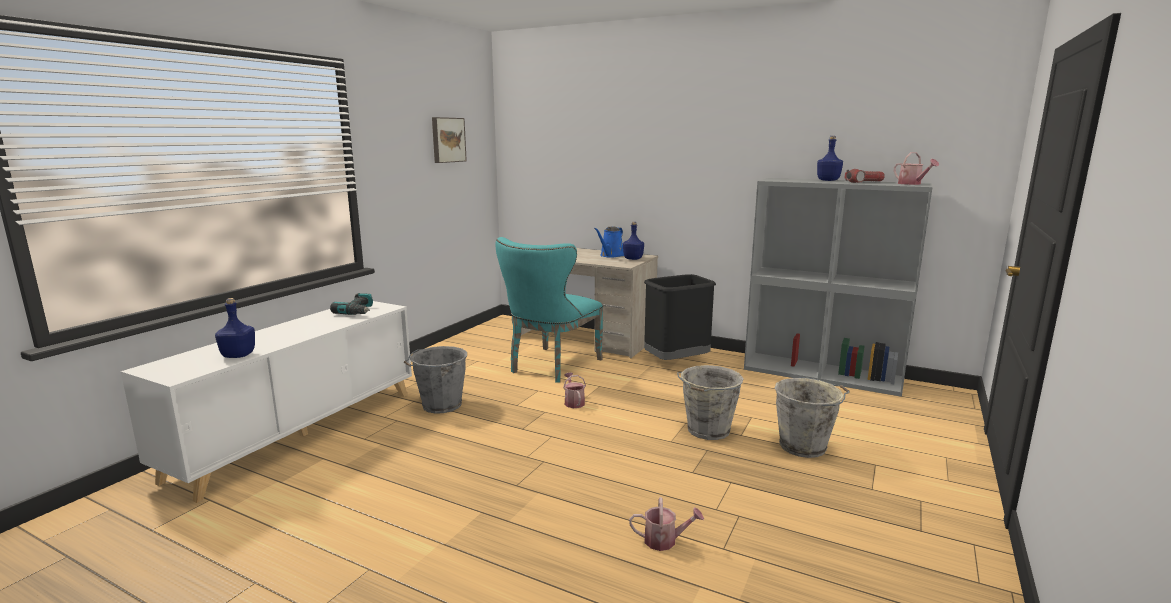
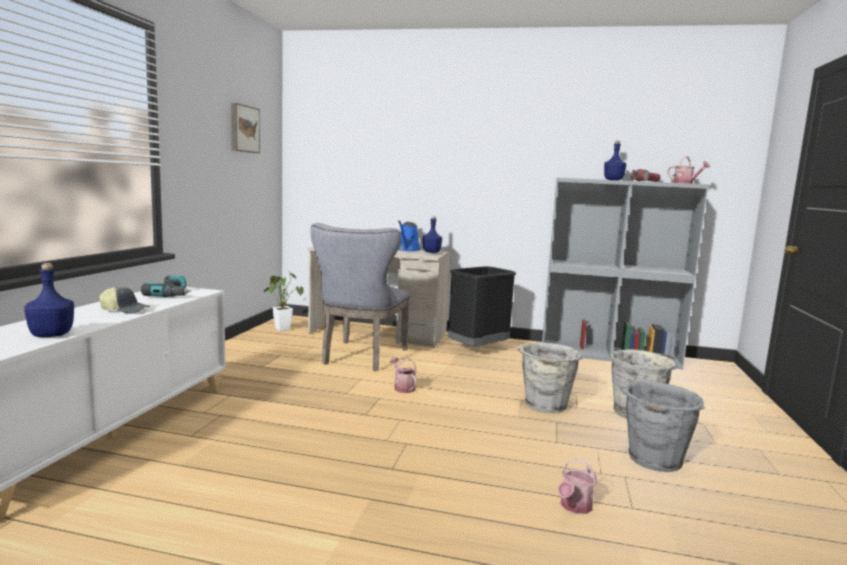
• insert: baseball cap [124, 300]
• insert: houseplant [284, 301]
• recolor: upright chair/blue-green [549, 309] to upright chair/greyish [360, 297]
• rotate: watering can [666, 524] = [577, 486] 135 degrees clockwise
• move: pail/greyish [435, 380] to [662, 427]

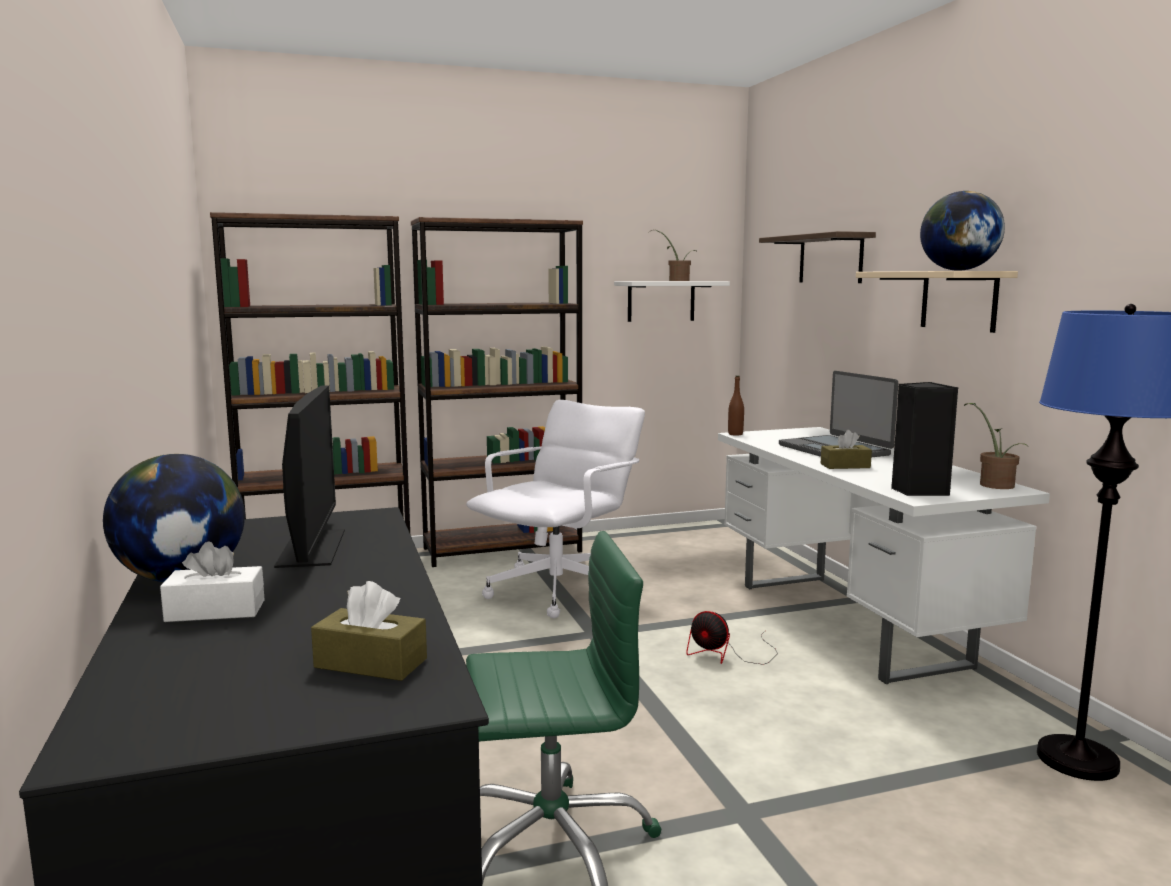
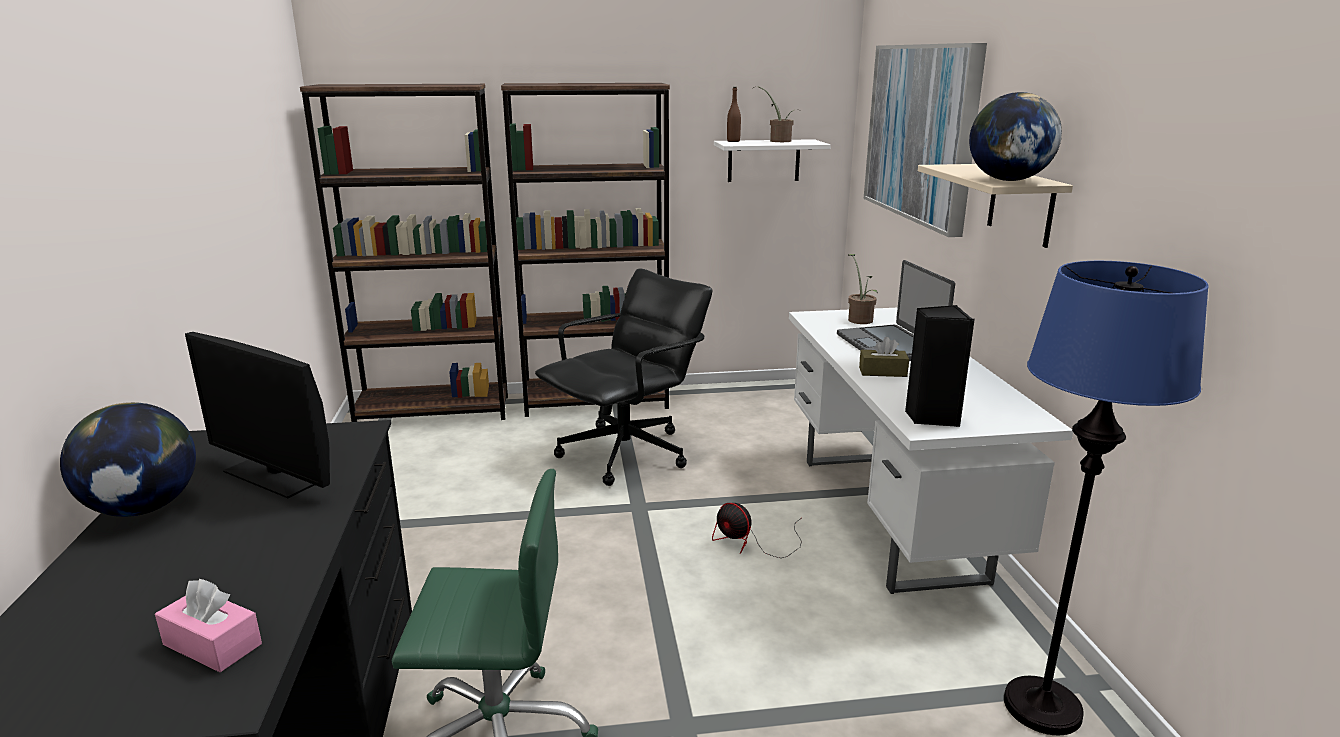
• recolor: box of tissues/brown [369, 631] to box of tissues/pink-coloured [208, 625]
• rotate: computer screen [309, 476] = [257, 415] 120 degrees clockwise
• recolor: office chair/white-coloured [555, 509] to office chair/black-coloured [623, 377]
• move: bottle/brown [736, 405] to [734, 114]
• move: houseplant [996, 446] to [863, 289]
• replace: bracket shelf [817, 257] to wall picture [925, 140]
• delete: box of tissues/white-coloured [212, 582]

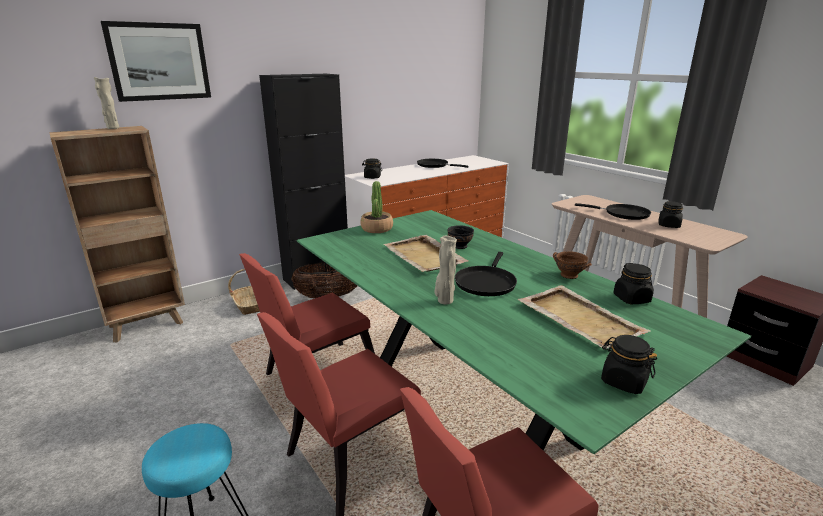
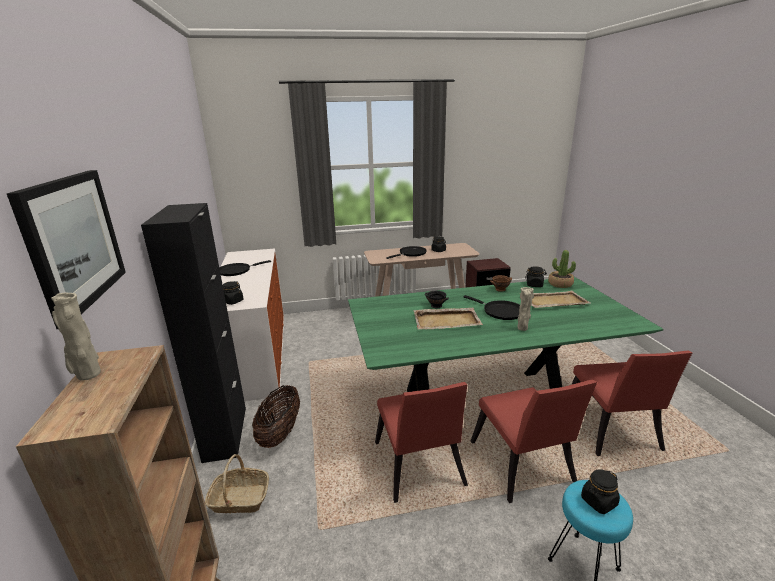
• move: houseplant [376, 207] to [562, 269]
• move: storage jar/black-coloured [629, 364] to [600, 491]

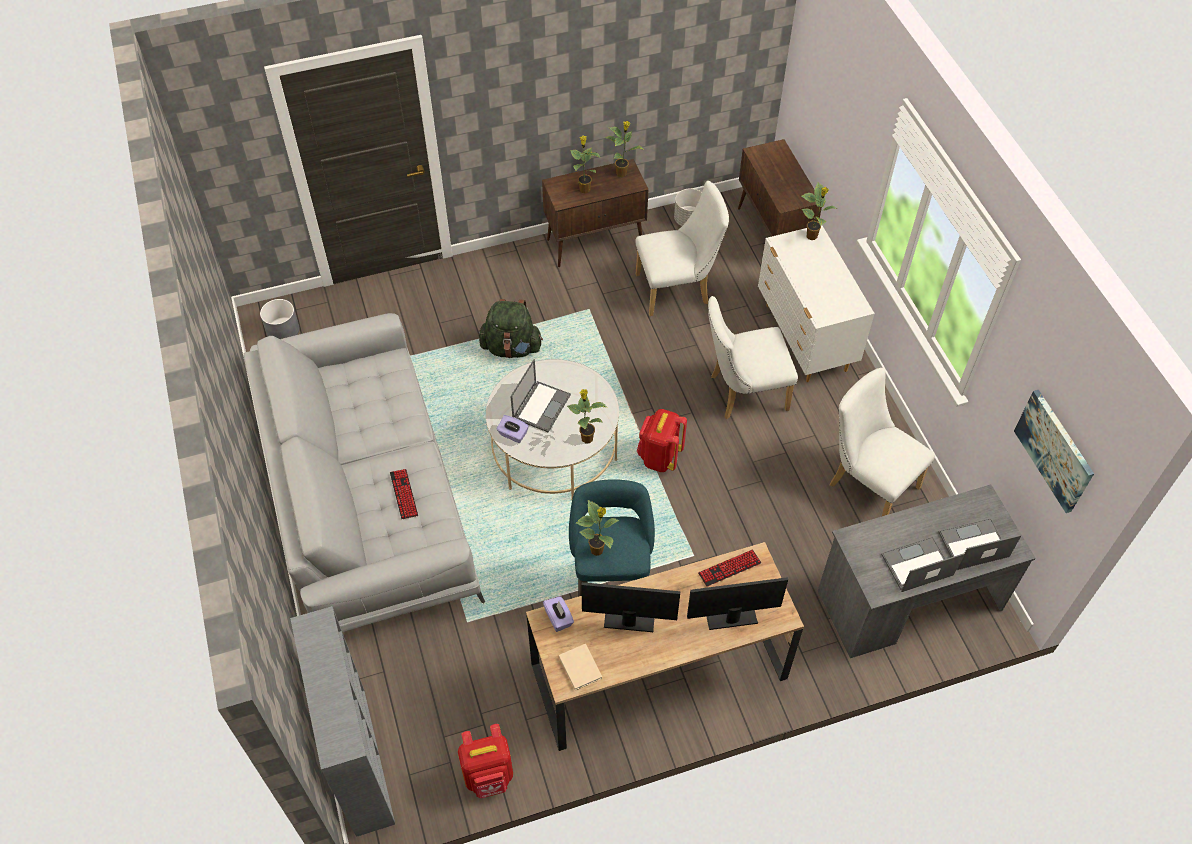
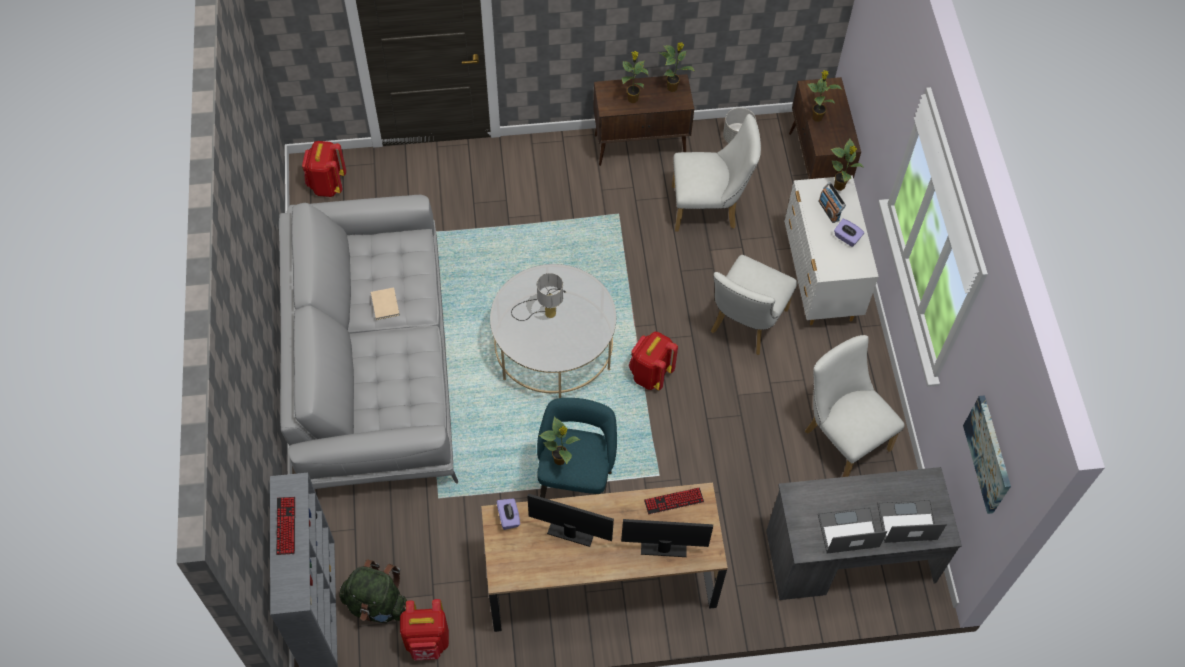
• move: keyboard [404, 494] to [285, 526]
• replace: planter/greyish [279, 319] to rucksack/reddish [324, 169]
• move: rucksack/green-coloured [511, 328] to [373, 591]
• move: bound book/beige-coloured [580, 667] to [385, 304]
• replace: notebook computer [540, 396] to tabletop lamp [539, 297]
• rotate: upright chair/white-coloured [753, 357] = [754, 305] 60 degrees counterclockwise
• move: houseplant [587, 416] to [824, 96]
• insert: radio receiver [832, 202]
• move: box of tissues/purplish [513, 429] to [849, 233]

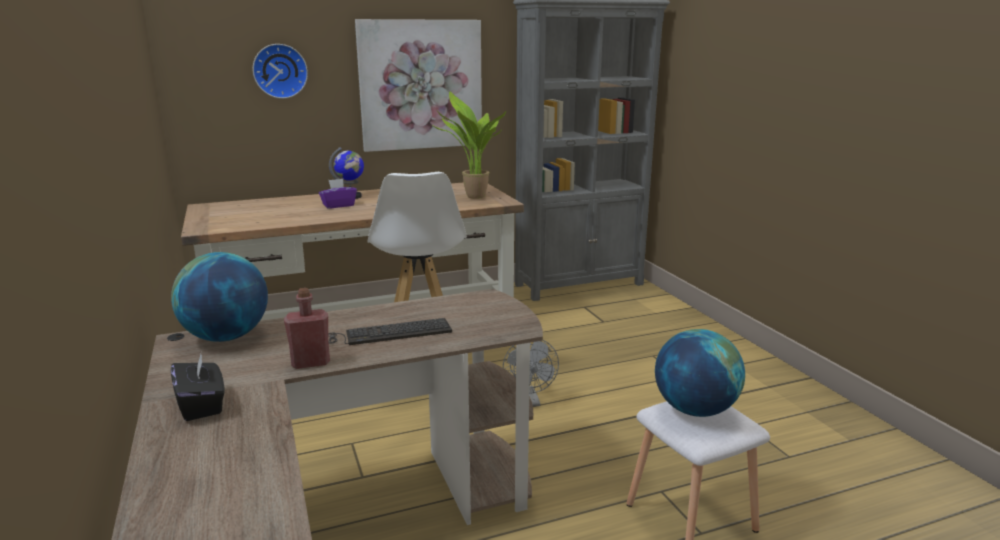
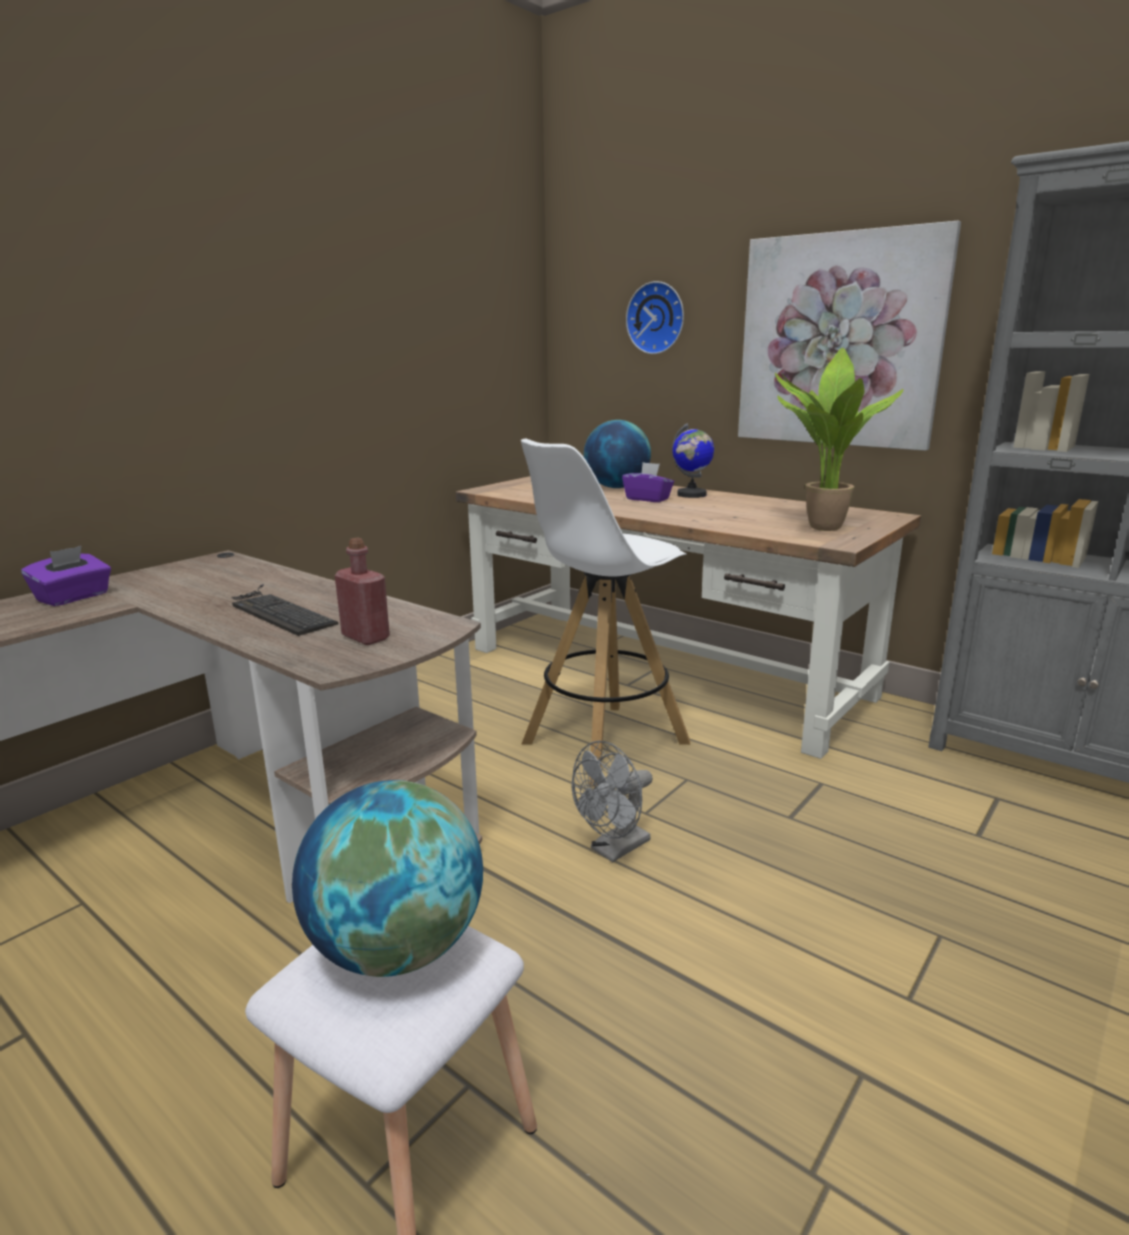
• recolor: box of tissues/black-coloured [197, 385] to box of tissues/purplish [66, 576]
• move: bottle/reddish [307, 328] to [362, 591]
• move: globe [219, 297] to [617, 454]

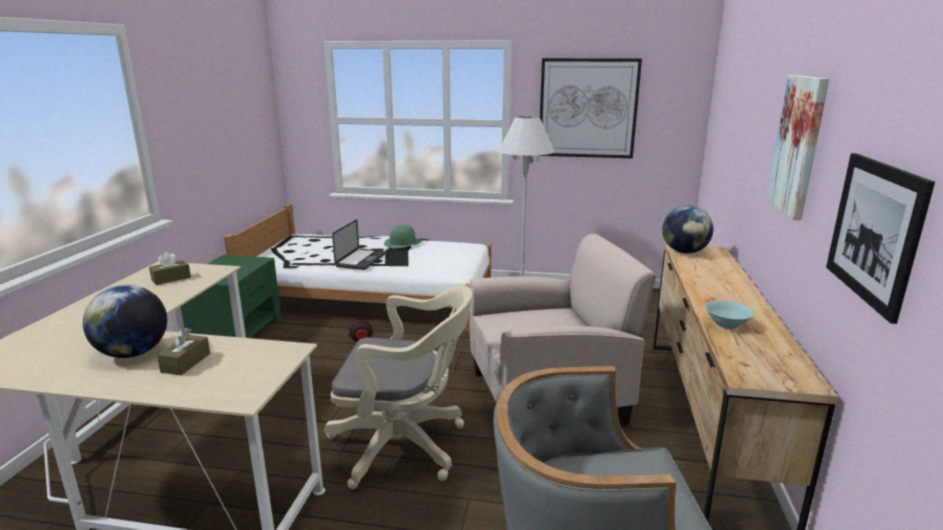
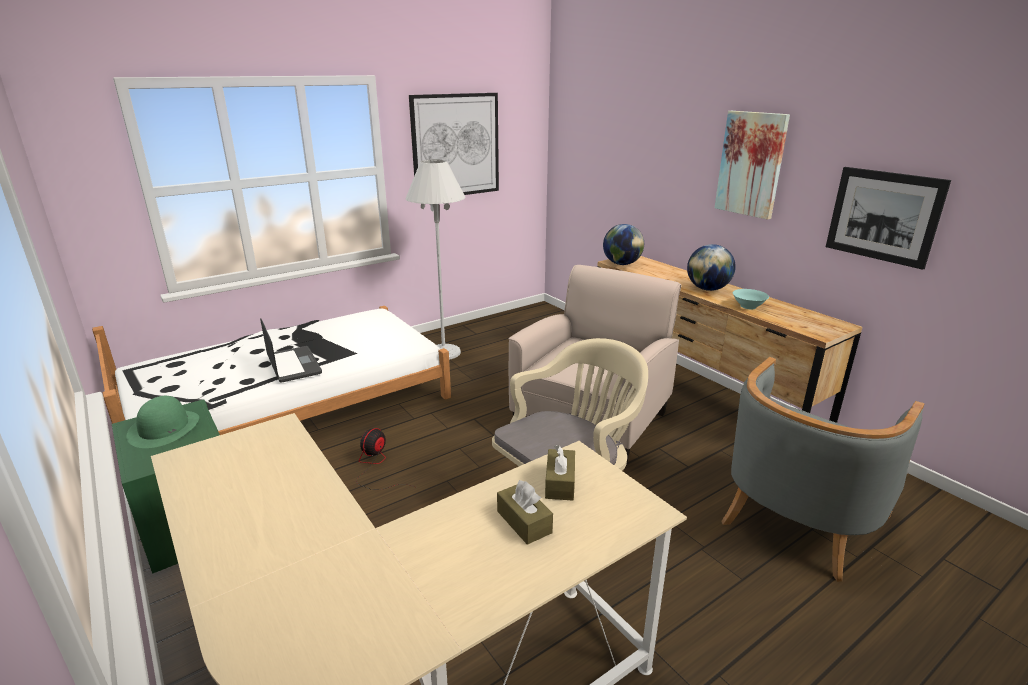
• move: wearable hat/green-coloured [402, 236] to [163, 422]
• move: box of tissues/brown [170, 268] to [560, 472]
• move: globe [125, 321] to [711, 267]

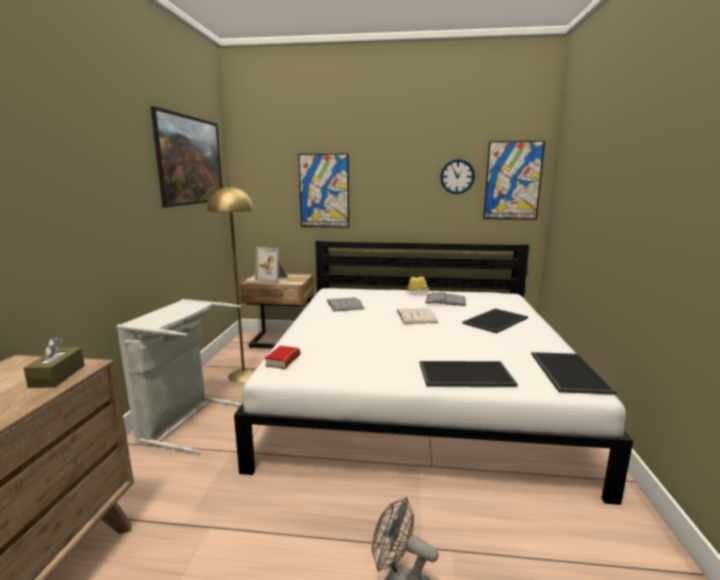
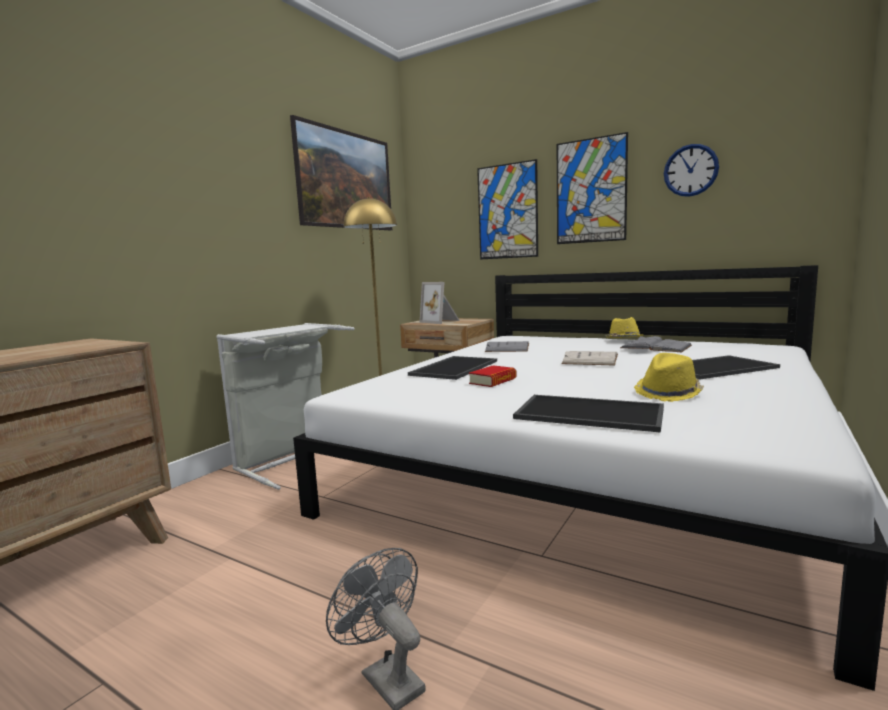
• move: serving tray [574, 373] to [452, 368]
• move: bound book [282, 357] to [492, 376]
• move: wall picture [514, 180] to [592, 188]
• insert: wearable hat/yellowish [669, 377]
• delete: box of tissues/brown [54, 362]

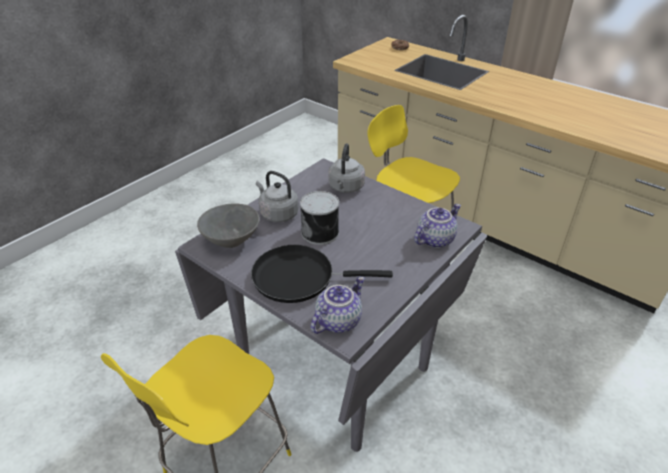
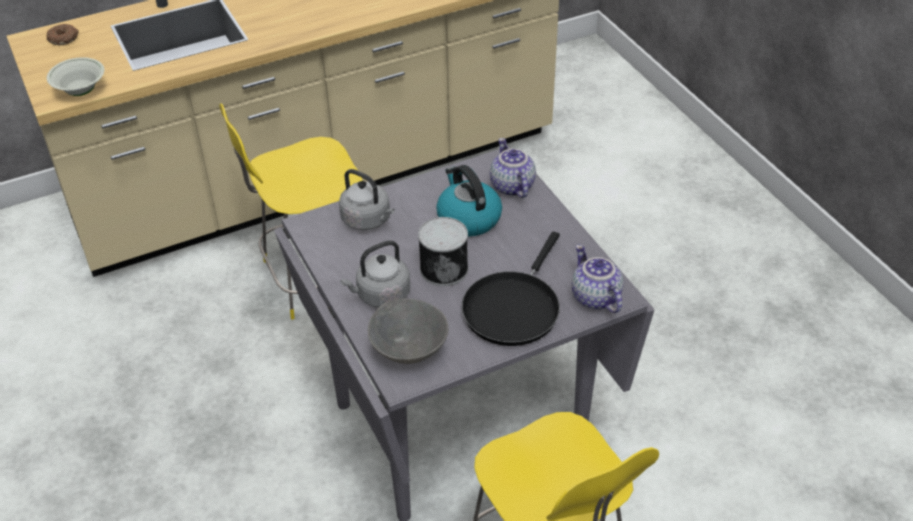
• insert: serving bowl/white-coloured [75, 76]
• insert: water kettle [469, 200]

